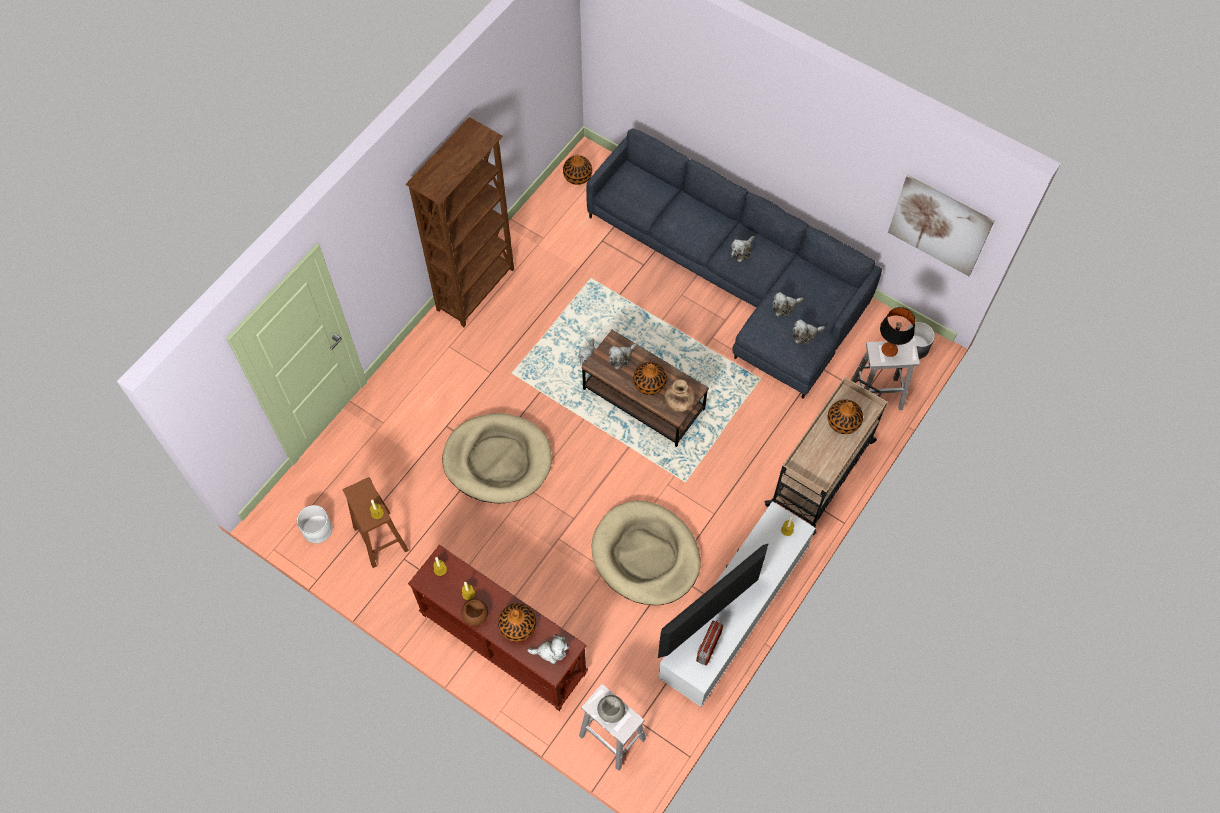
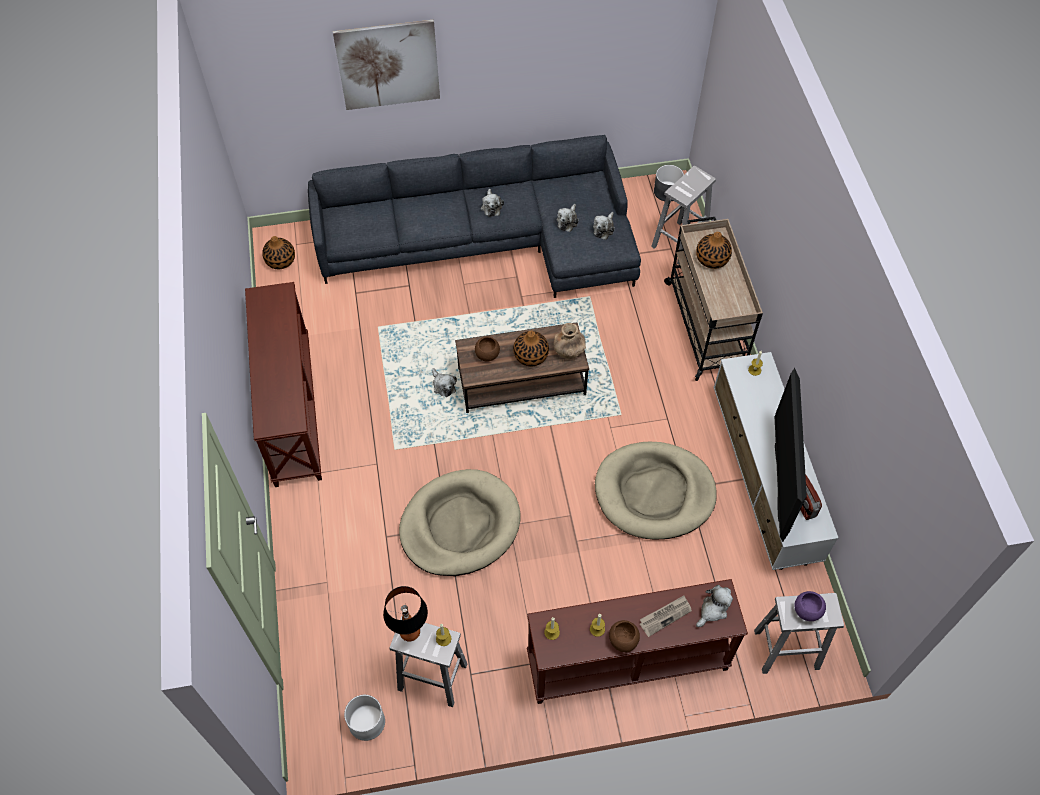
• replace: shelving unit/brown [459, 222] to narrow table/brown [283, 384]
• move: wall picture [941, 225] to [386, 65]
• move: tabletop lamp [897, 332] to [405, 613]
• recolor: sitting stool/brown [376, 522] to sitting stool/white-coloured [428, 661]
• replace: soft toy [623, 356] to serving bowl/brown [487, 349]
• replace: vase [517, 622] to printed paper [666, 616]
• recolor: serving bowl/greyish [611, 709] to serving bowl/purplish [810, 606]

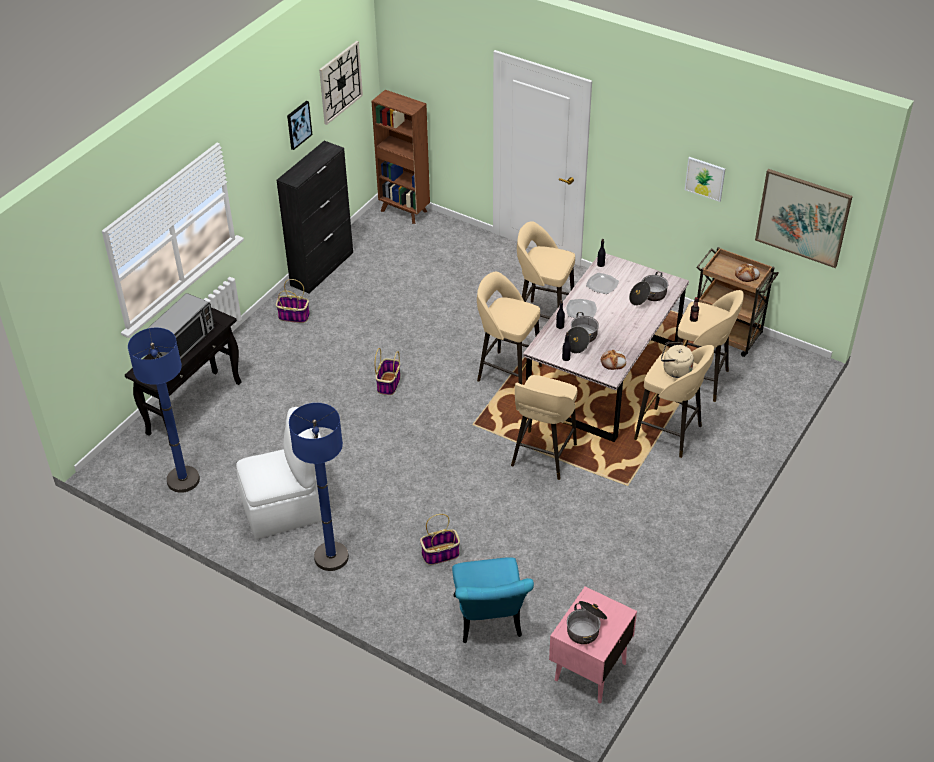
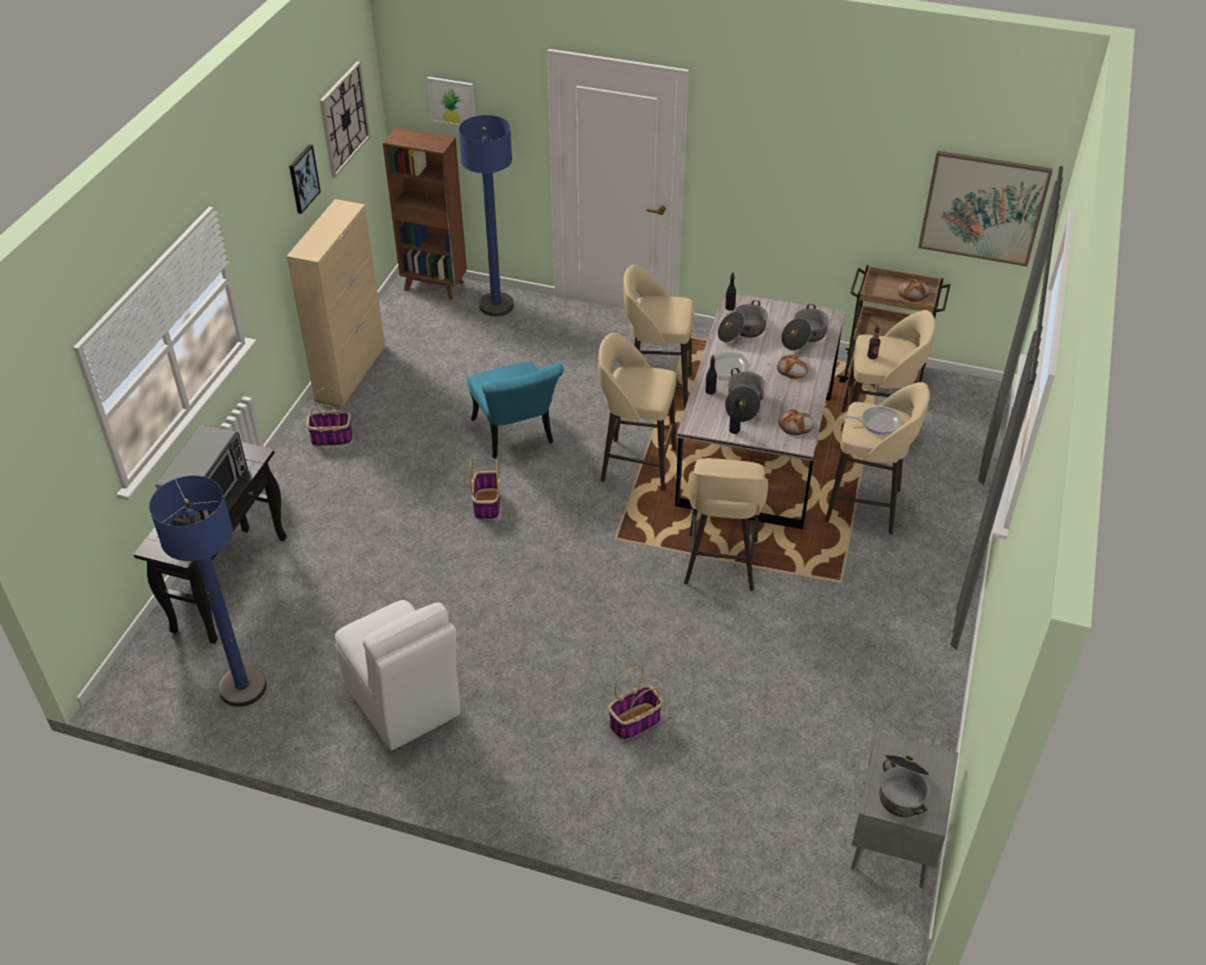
• recolor: storage cabinet/black-coloured [314, 217] to storage cabinet/beige-coloured [336, 302]
• rotate: upright chair/white-coloured [279, 473] = [398, 675] 90 degrees clockwise
• move: wall picture [705, 179] to [451, 101]
• move: standing lamp/bluish [319, 487] to [486, 215]
• move: upright chair/blue-green [493, 600] to [516, 410]
• replace: dinner plate [602, 283] to stockpot [743, 321]
• insert: bread [793, 366]
• replace: water kettle/beige-coloured [677, 360] to skillet [871, 421]
• recolor: night table/pink-coloured [593, 644] to night table/greyish [904, 810]

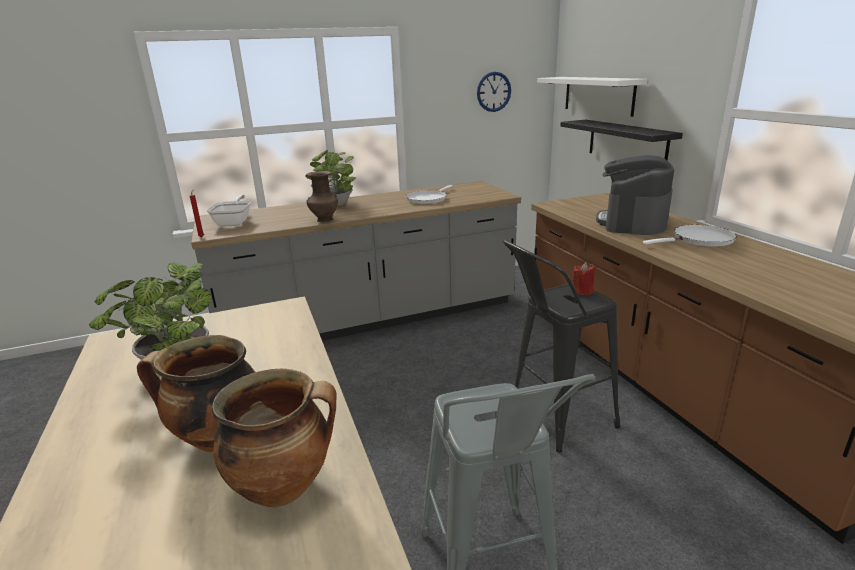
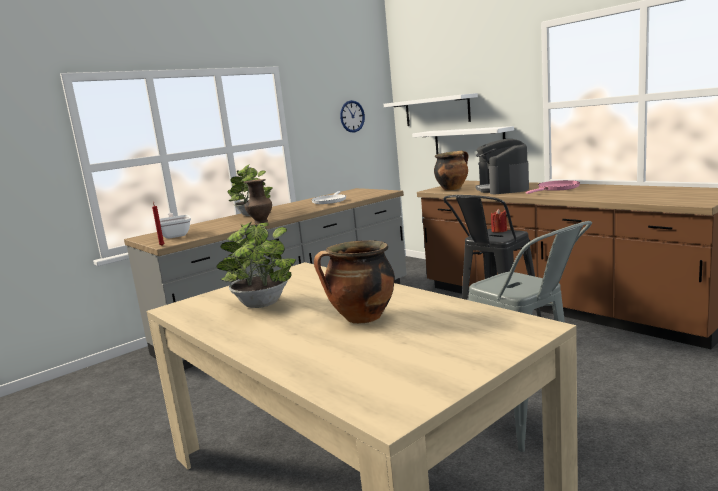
• recolor: bracket shelf/black-coloured [621, 140] to bracket shelf/white-coloured [463, 140]
• move: stockpot [274, 438] to [451, 171]
• recolor: skillet/white-coloured [690, 236] to skillet/pink-coloured [553, 187]

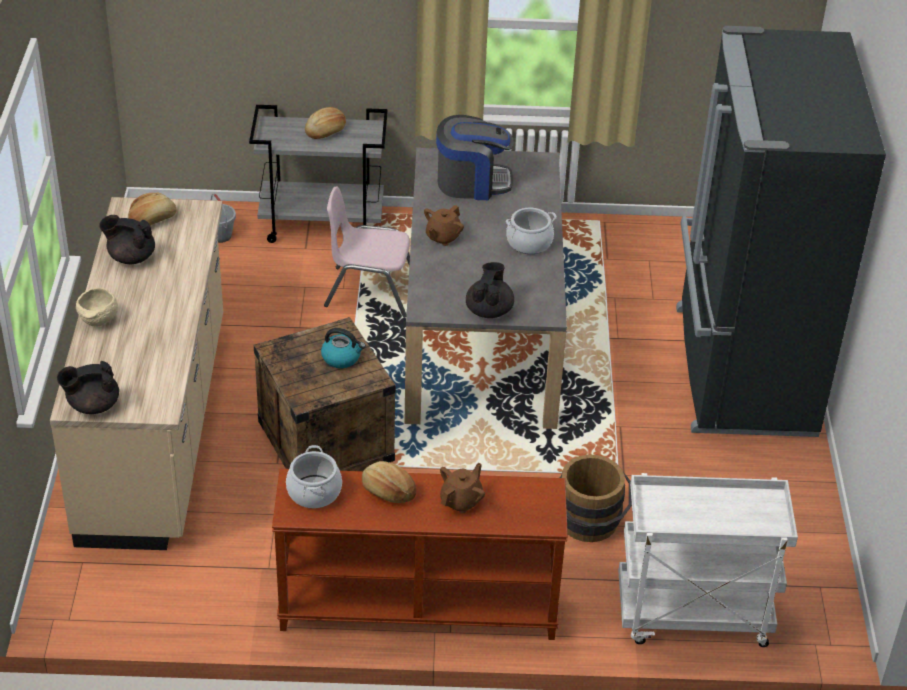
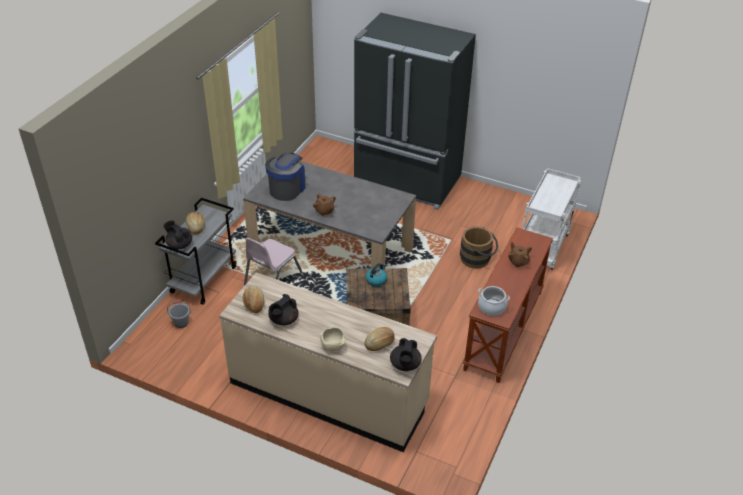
• move: pot for tea/black-coloured [490, 290] to [178, 234]
• move: bread [389, 482] to [379, 339]
• delete: stockpot [531, 231]

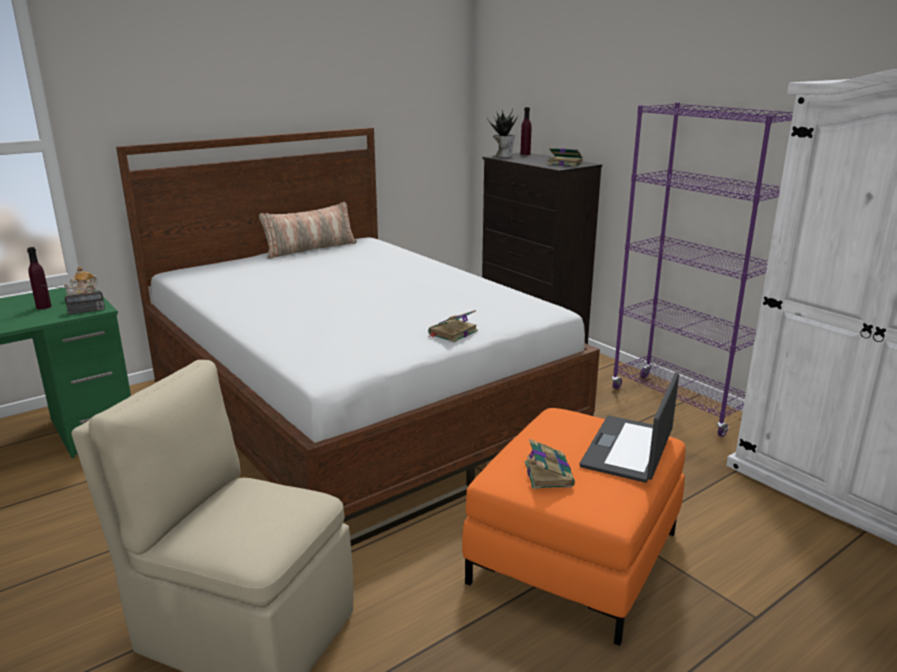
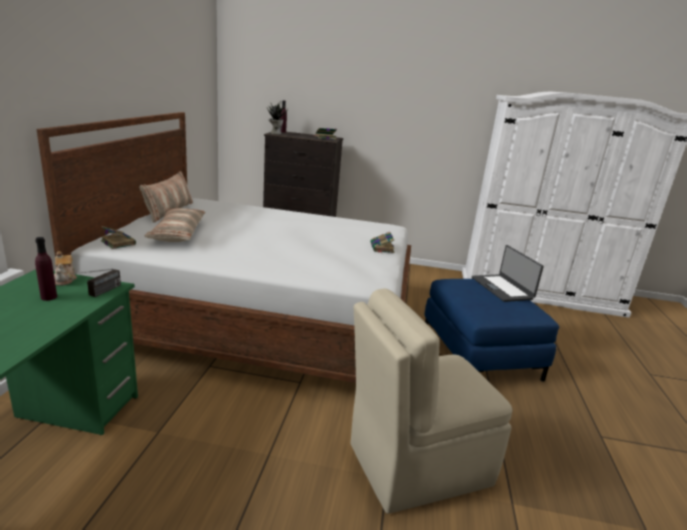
• move: bound book [550, 464] to [118, 237]
• insert: pillow [175, 225]
• recolor: ottoman/orange [574, 527] to ottoman/bluish [492, 330]
• delete: shelving unit/purplish [702, 270]

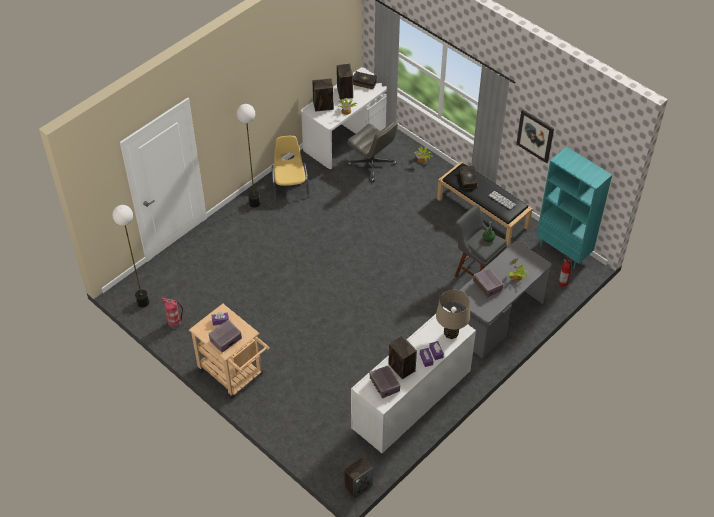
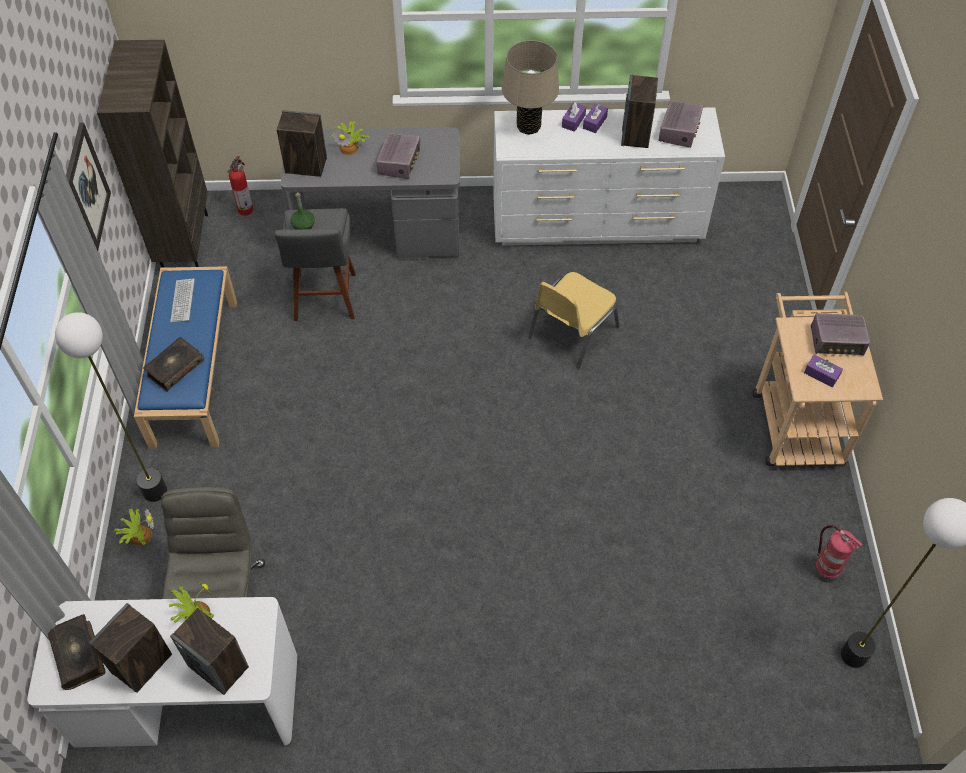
• move: standing lamp [249, 156] to [111, 407]
• recolor: shelving unit/blue-green [574, 208] to shelving unit/brown [152, 154]
• recolor: indoor bench/black-coloured [485, 204] to indoor bench/bluish [185, 357]
• move: loudspeaker [358, 478] to [302, 143]
• move: upright chair/yellowish [290, 168] to [574, 320]

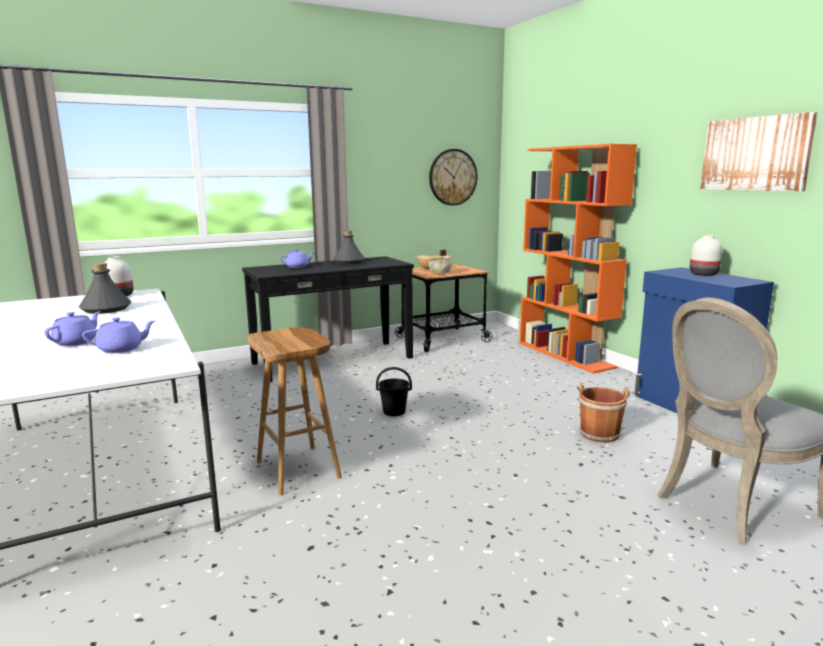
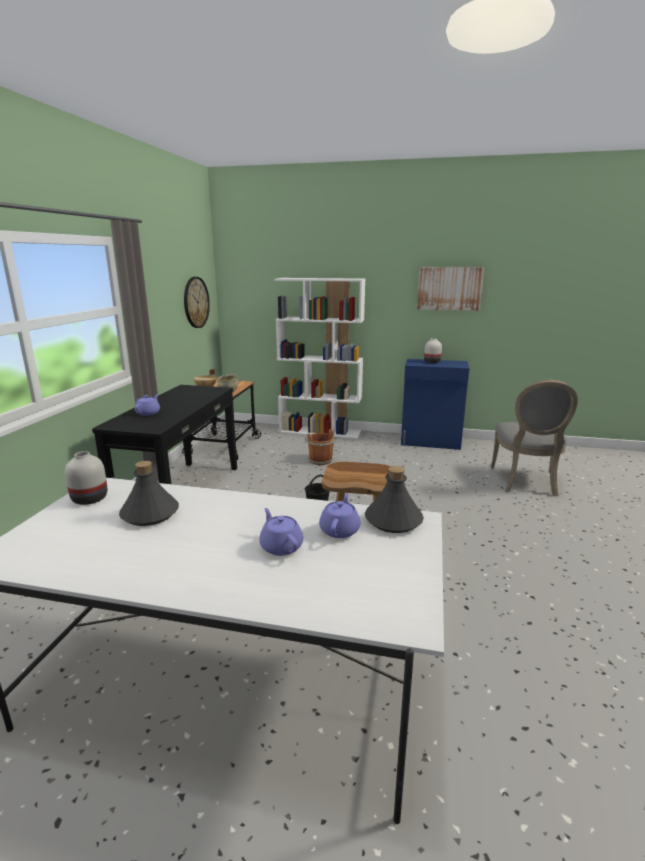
• recolor: shelving unit/orange [578, 258] to shelving unit/white-coloured [319, 358]
• move: pail/brown [603, 413] to [320, 447]
• move: bottle/greyish [349, 247] to [394, 499]

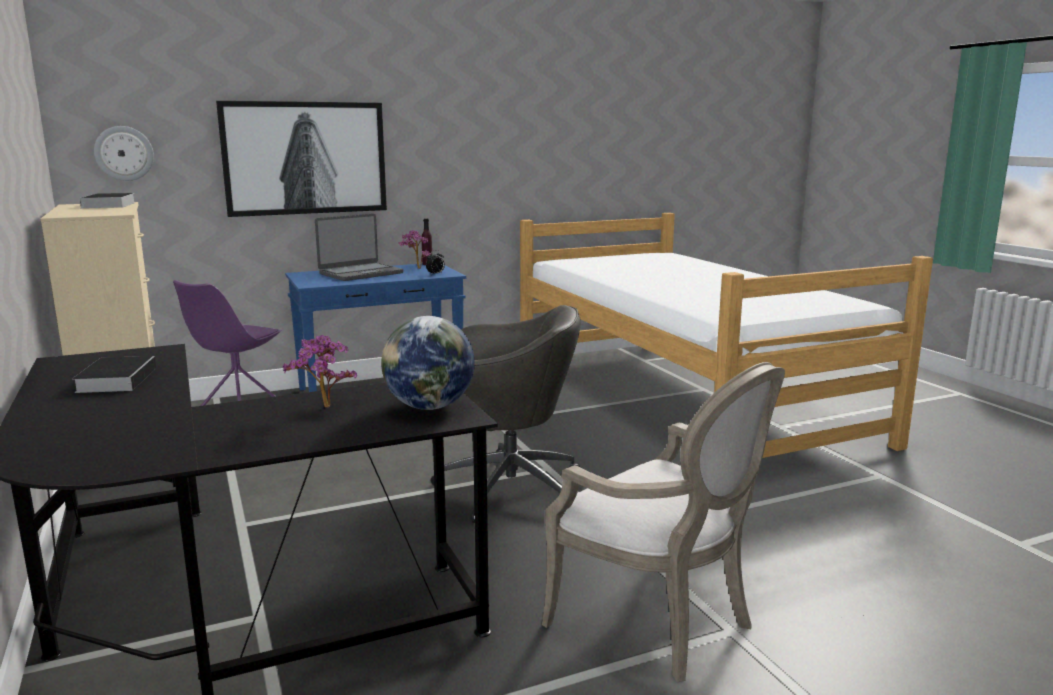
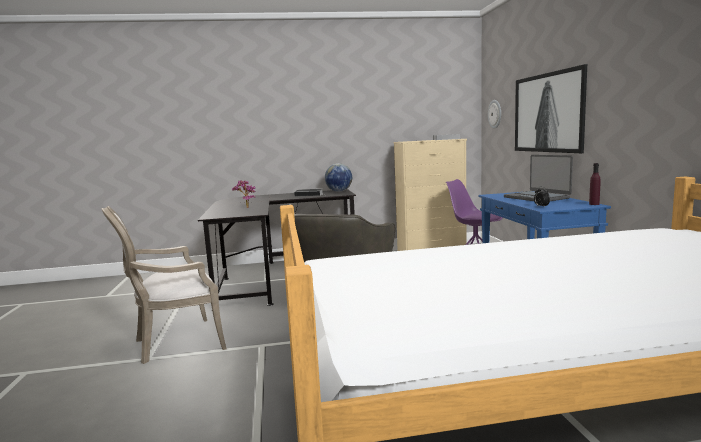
• move: globe [428, 363] to [338, 177]
• delete: houseplant [415, 249]

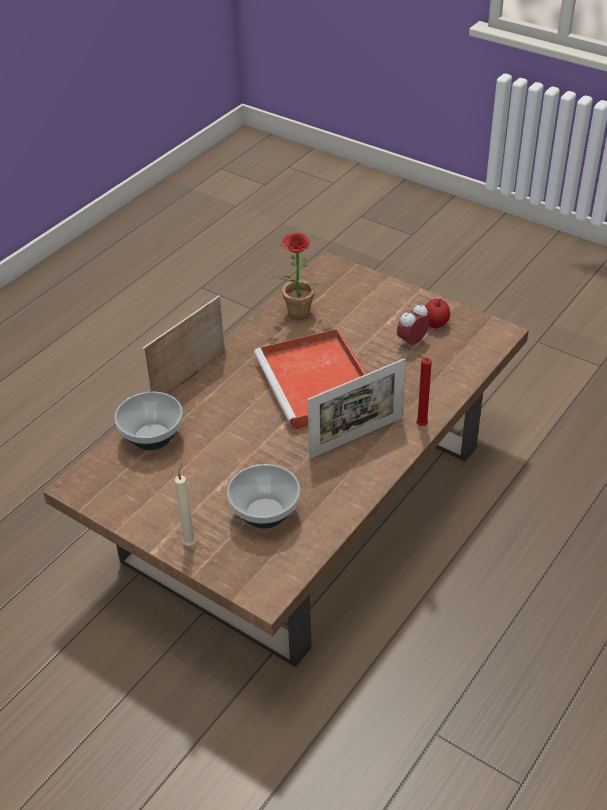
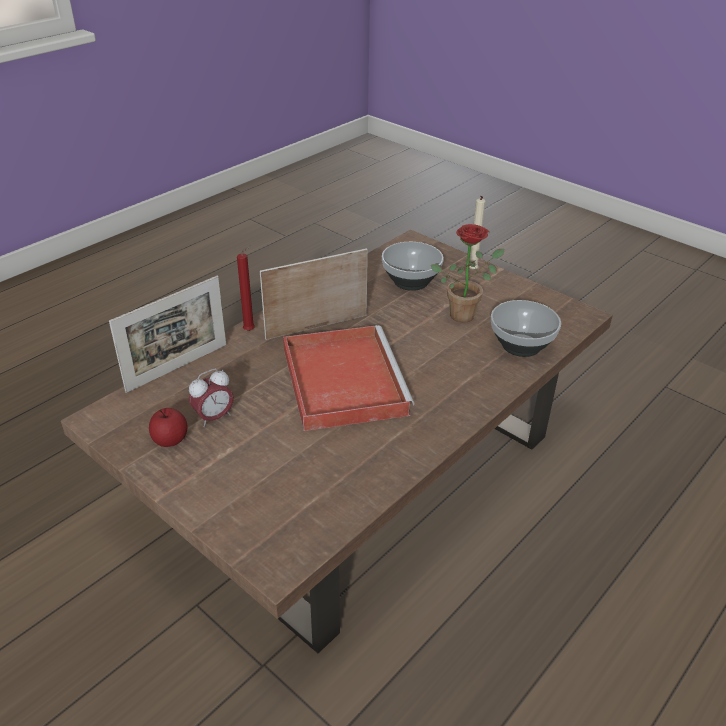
• move: picture frame [184, 344] to [168, 334]
• move: houseplant [297, 276] to [467, 273]

